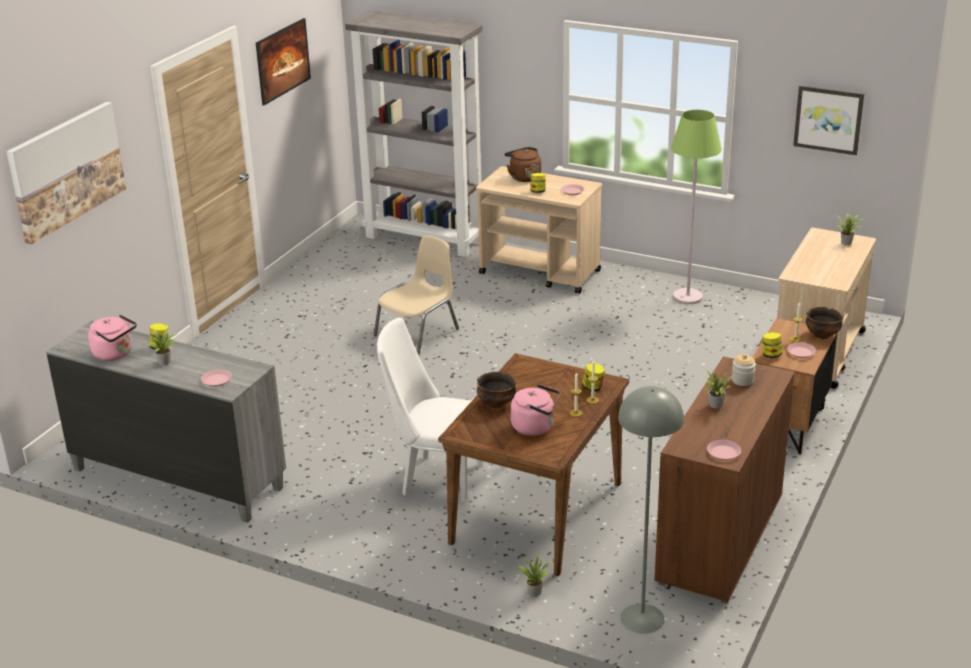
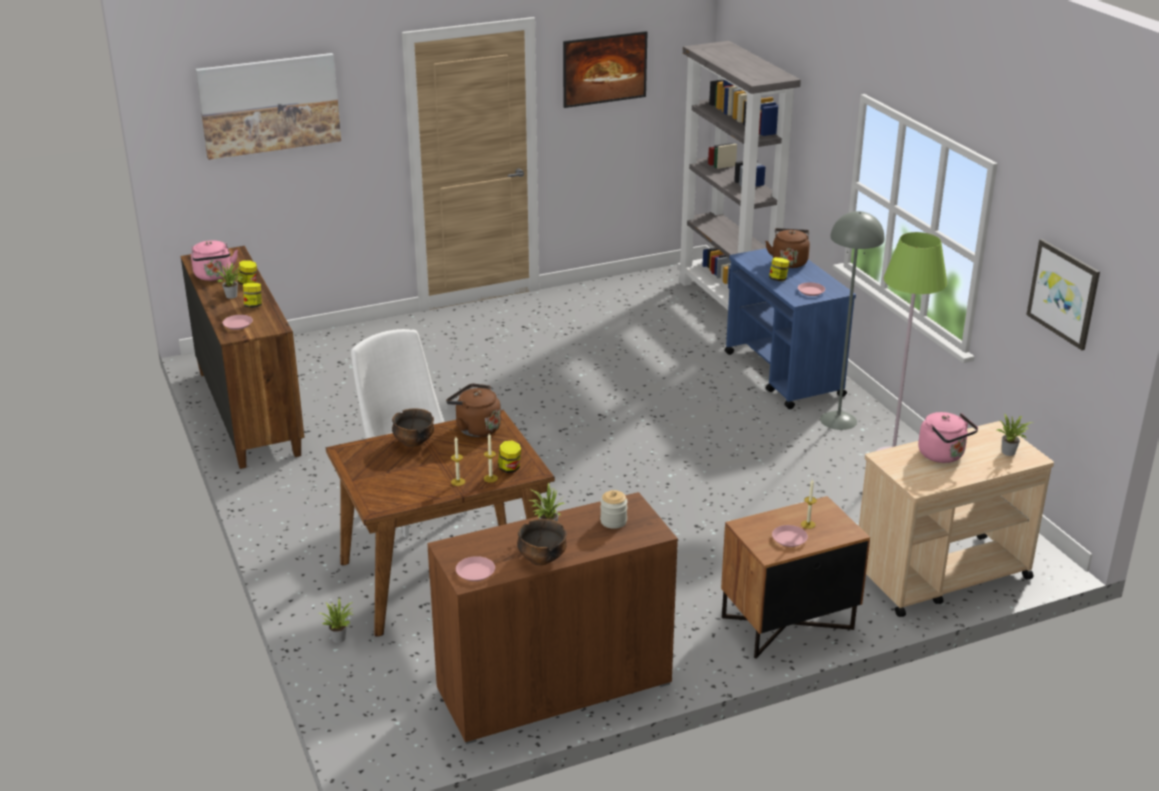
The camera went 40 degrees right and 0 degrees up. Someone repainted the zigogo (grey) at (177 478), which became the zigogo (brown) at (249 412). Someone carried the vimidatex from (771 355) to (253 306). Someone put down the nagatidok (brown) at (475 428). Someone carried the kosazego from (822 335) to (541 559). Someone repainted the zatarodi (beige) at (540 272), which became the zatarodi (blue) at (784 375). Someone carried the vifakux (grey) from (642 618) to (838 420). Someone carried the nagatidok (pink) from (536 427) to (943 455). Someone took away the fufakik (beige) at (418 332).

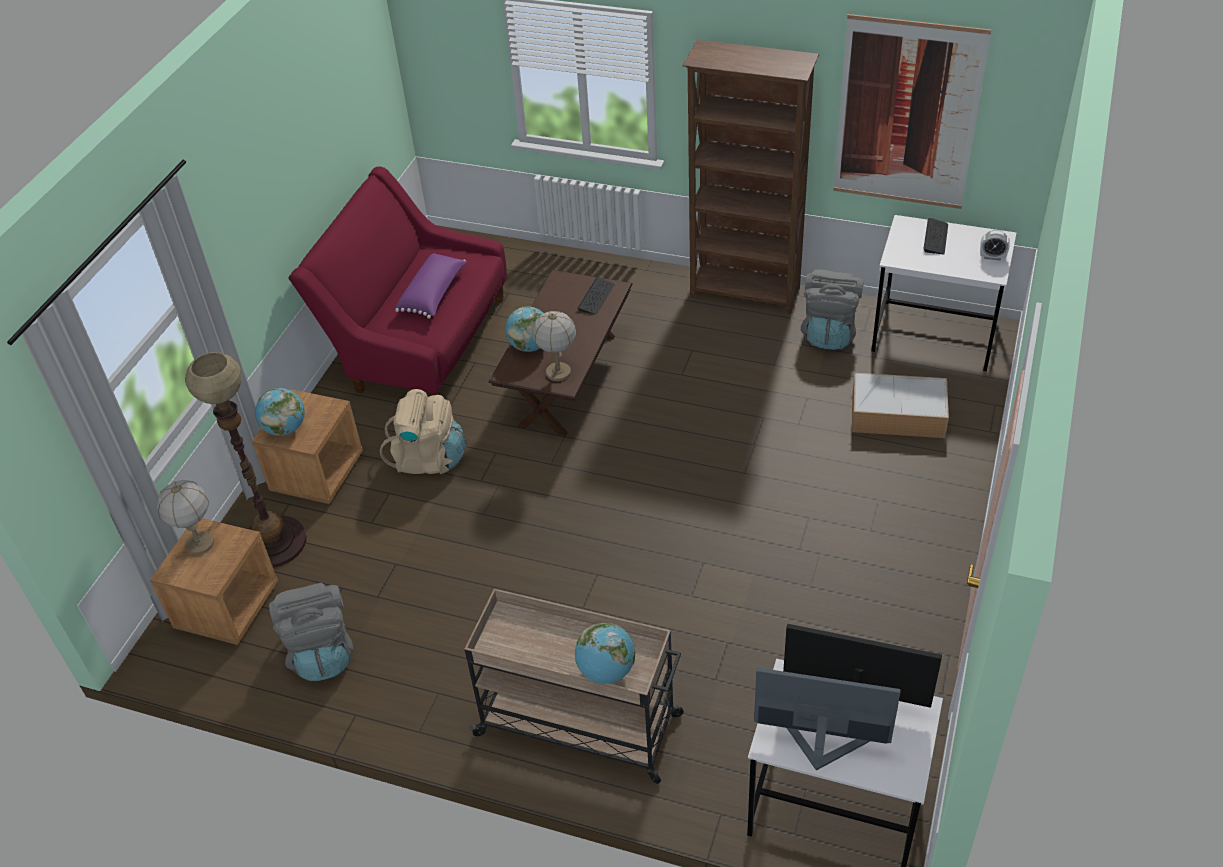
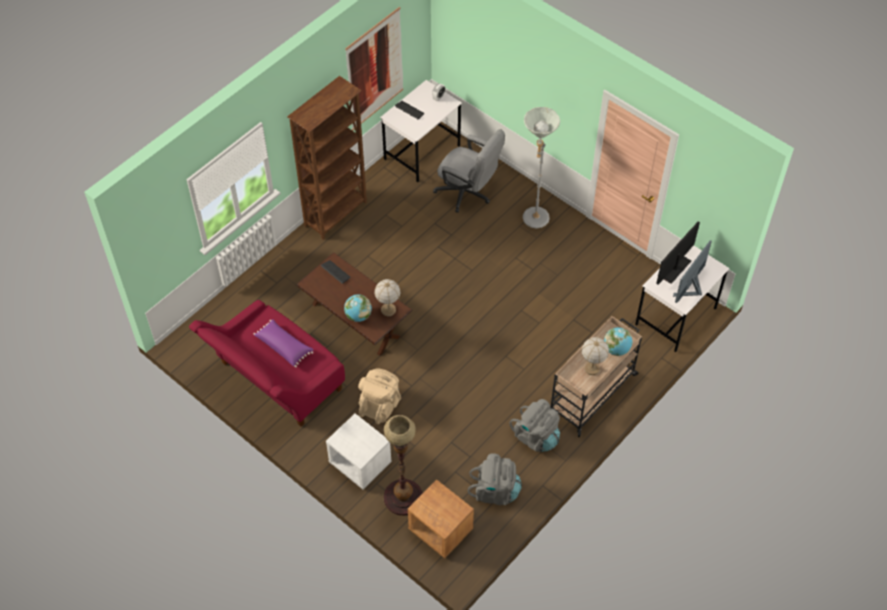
The camera went 70 degrees left and 10 degrees up. Someone repainted the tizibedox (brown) at (317 473), which became the tizibedox (white) at (360 463). Someone swapped the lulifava at (896 415) for the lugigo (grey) at (468 194). Someone carried the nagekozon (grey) from (829 333) to (536 436). Someone put down the vifakux (grey) at (533 222). Someone carried the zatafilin from (199 544) to (592 368). Someone took away the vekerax at (285 429).

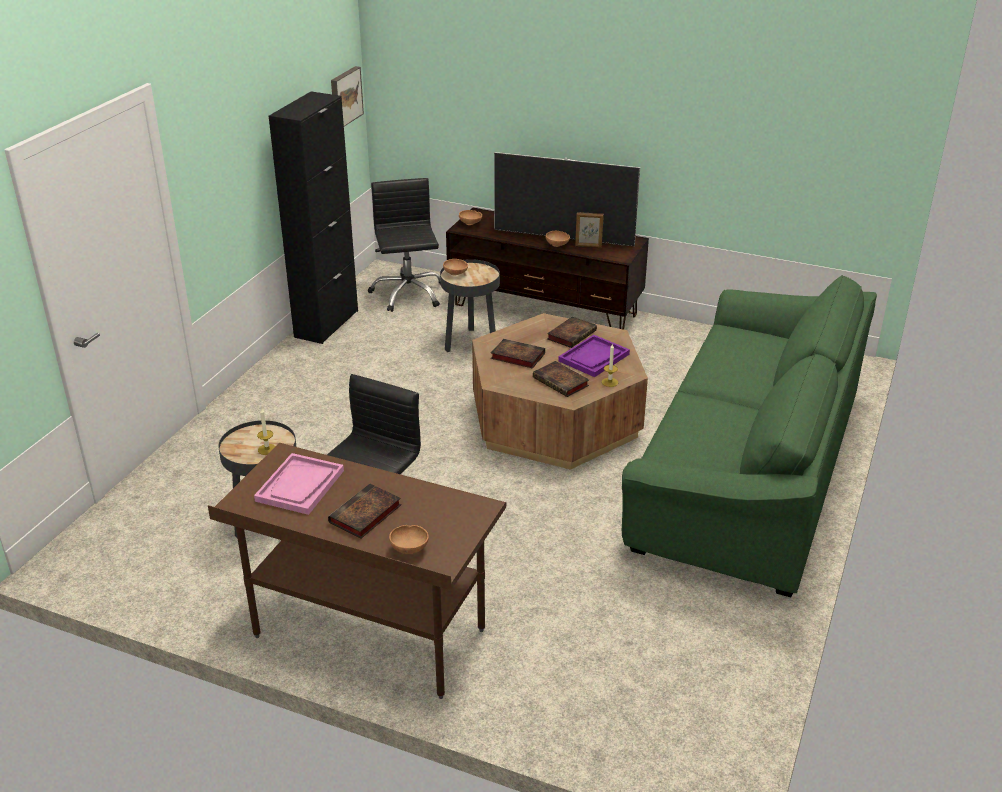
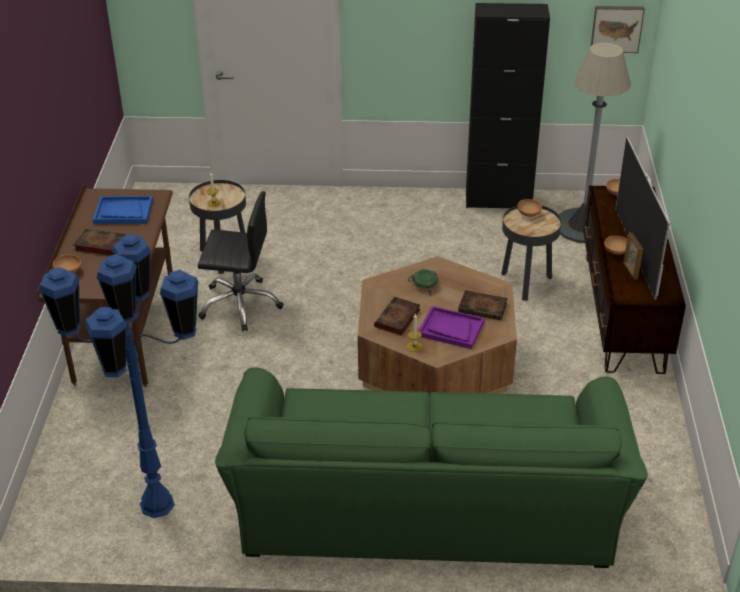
The camera went 70 degrees right and 5 degrees up. Someone put down the vifakux (blue) at (156 505). Someone repainted the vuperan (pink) at (300 486), which became the vuperan (blue) at (123 212). Someone swapped the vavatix at (516 356) for the kosazego (green) at (424 285). Someone swapped the lugigo (black) at (408 293) for the vifakux (grey) at (583 226).

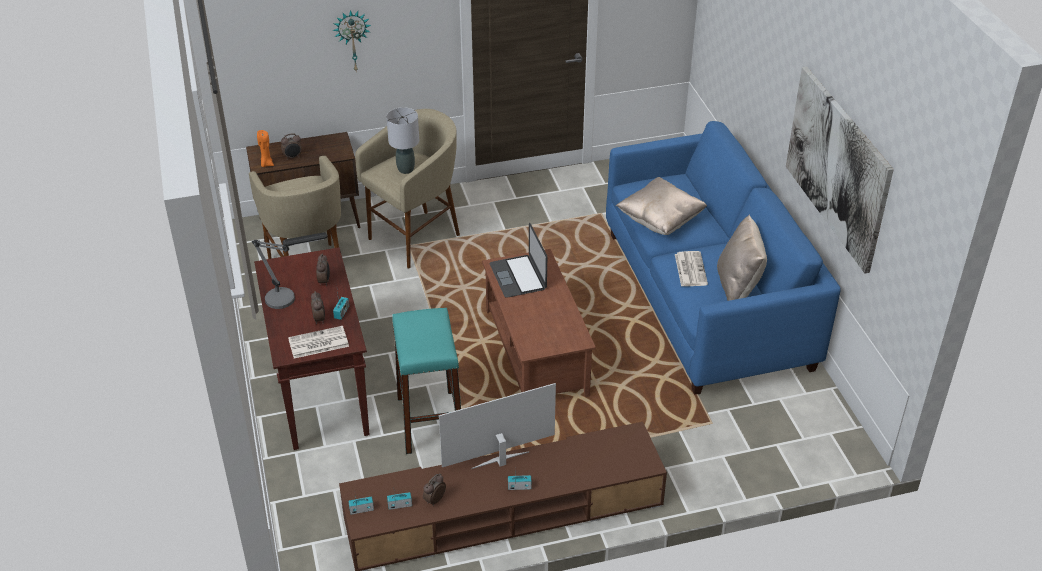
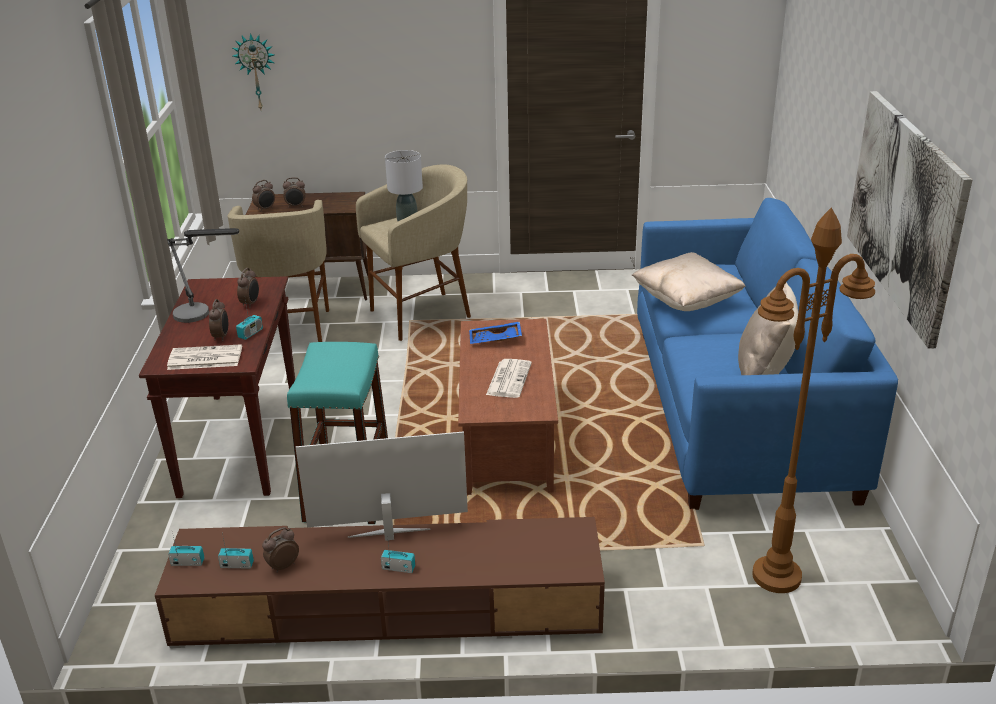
The camera went 15 degrees right and 10 degrees down. Someone carried the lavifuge from (352 40) to (256 71). Someone swapped the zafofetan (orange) at (266 164) for the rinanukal at (265 209). Someone swapped the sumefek at (518 276) for the vuperan (blue) at (495 340). Someone carried the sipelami from (690 269) to (508 378). Someone put down the vifakux (brown) at (776 576).

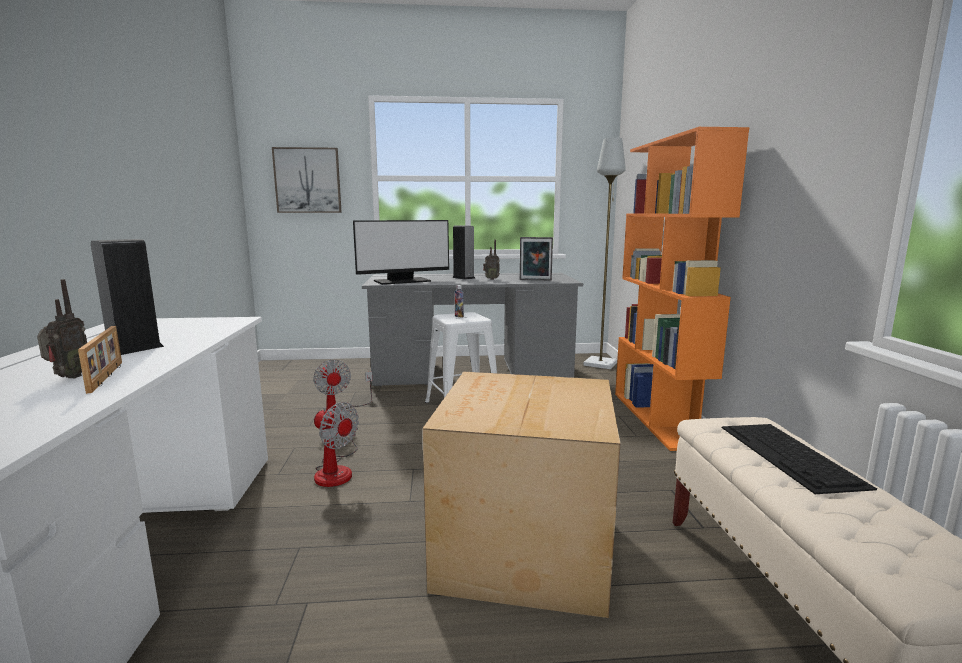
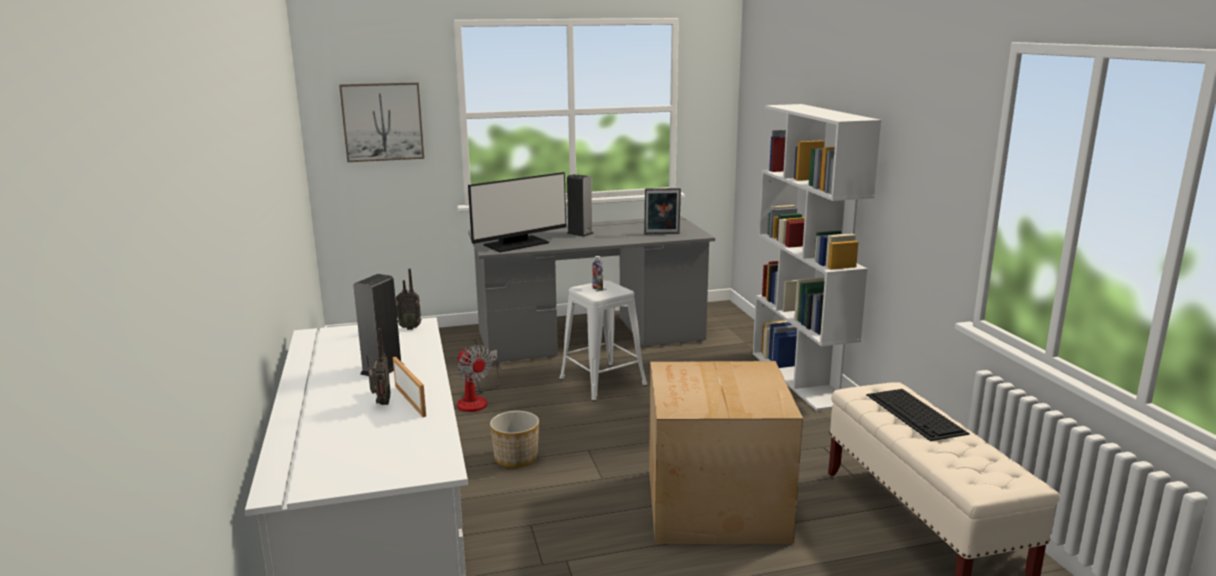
The camera went 10 degrees left and 5 degrees up. Someone carried the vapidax from (491 279) to (409 328). Someone swapped the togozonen at (336 470) for the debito at (515 458). Someone repainted the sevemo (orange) at (659 418), which became the sevemo (white) at (801 378). Someone took away the vifakux (grey) at (601 364).

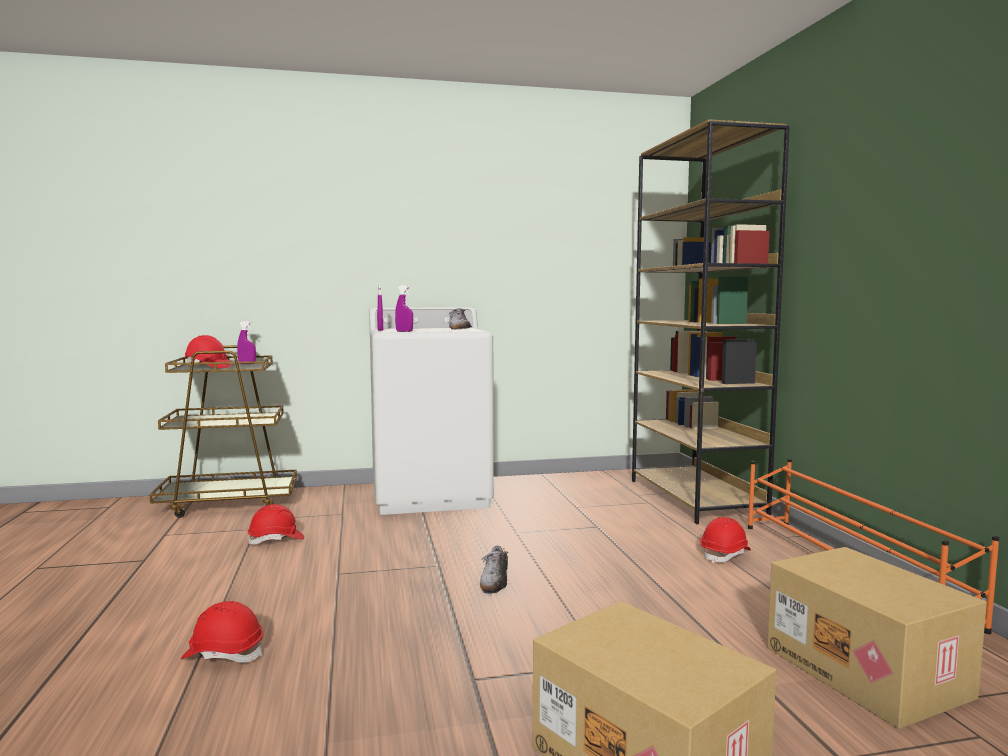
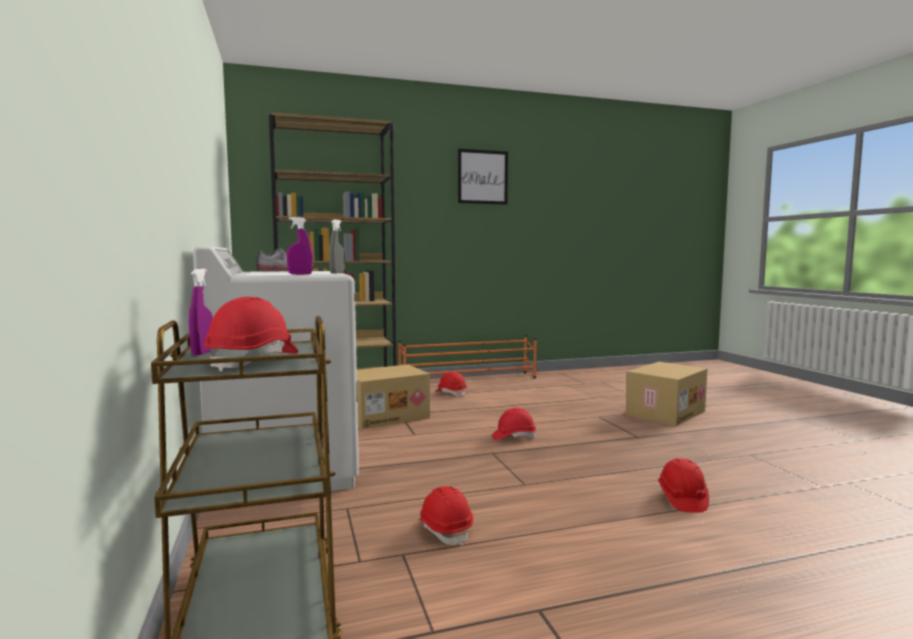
The camera went 95 degrees left and 0 degrees up. Someone repainted the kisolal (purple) at (404 331), which became the kisolal (grey) at (337 273). Someone carried the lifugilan from (868 672) to (386 416). Someone put up the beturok at (482 177). Someone swapped the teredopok at (494 581) for the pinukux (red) at (513 437).

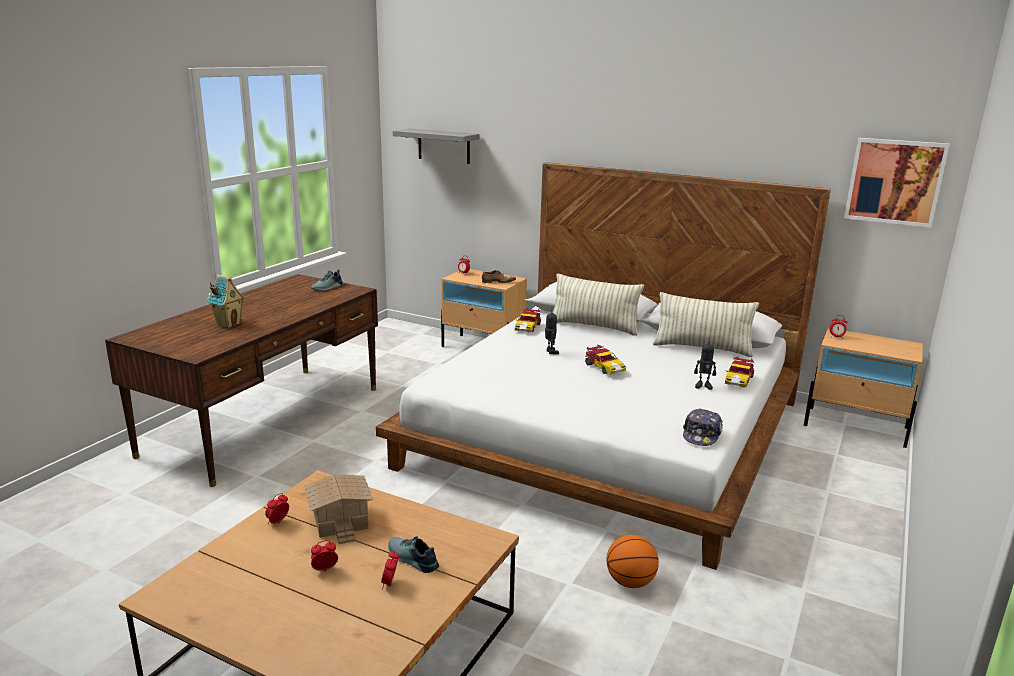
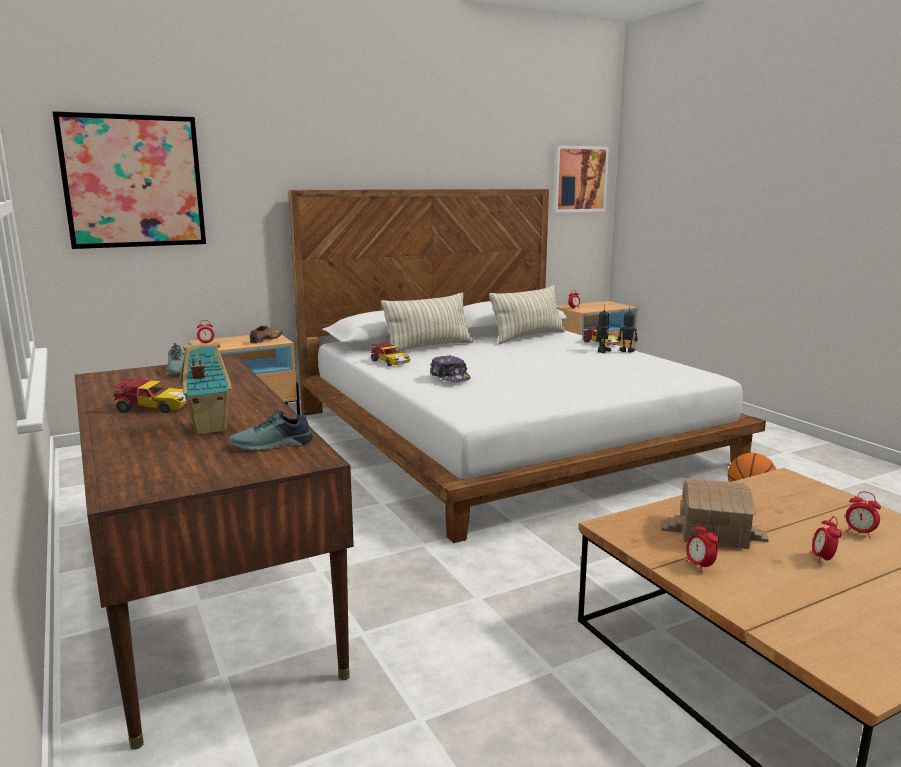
The camera went 55 degrees left and 5 degrees down. Someone swapped the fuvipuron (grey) at (444 146) for the beturok at (133 181). Someone carried the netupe from (604 367) to (152 407). Someone carried the teredopok from (411 560) to (272 445). Someone carried the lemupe from (702 435) to (450 377). Someone carried the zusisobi from (550 352) to (626 351).

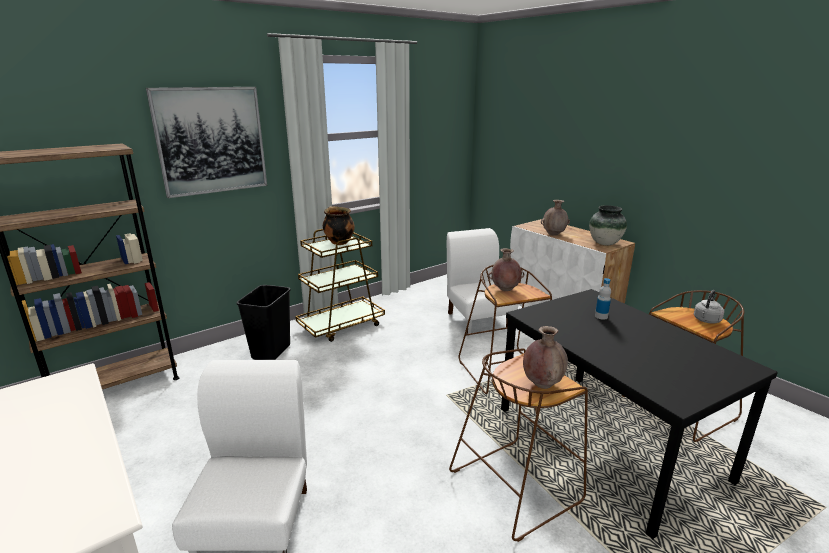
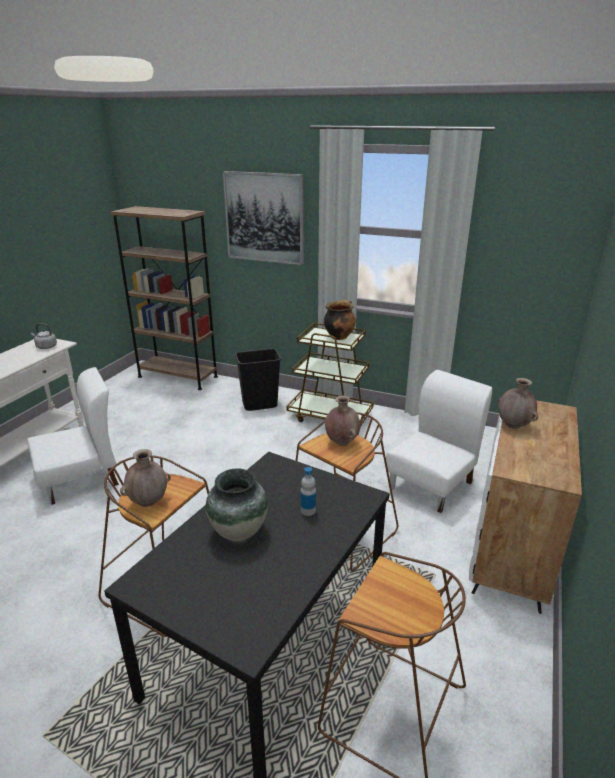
The camera went 60 degrees right and 5 degrees up. Someone carried the nagatidok (grey) from (706 320) to (45 347). Someone carried the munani from (605 243) to (238 532).

